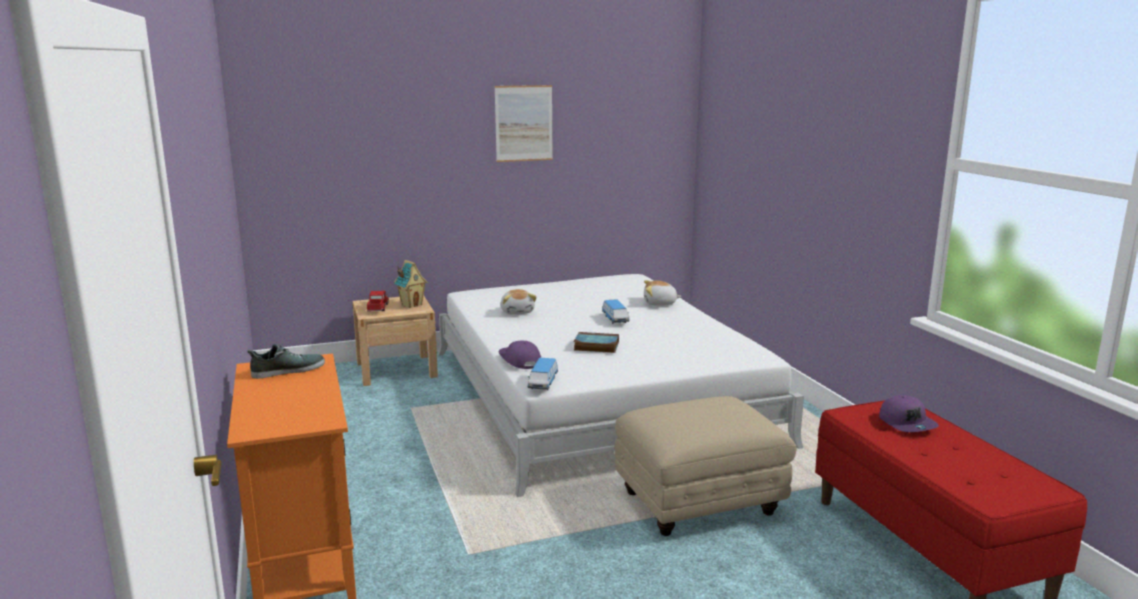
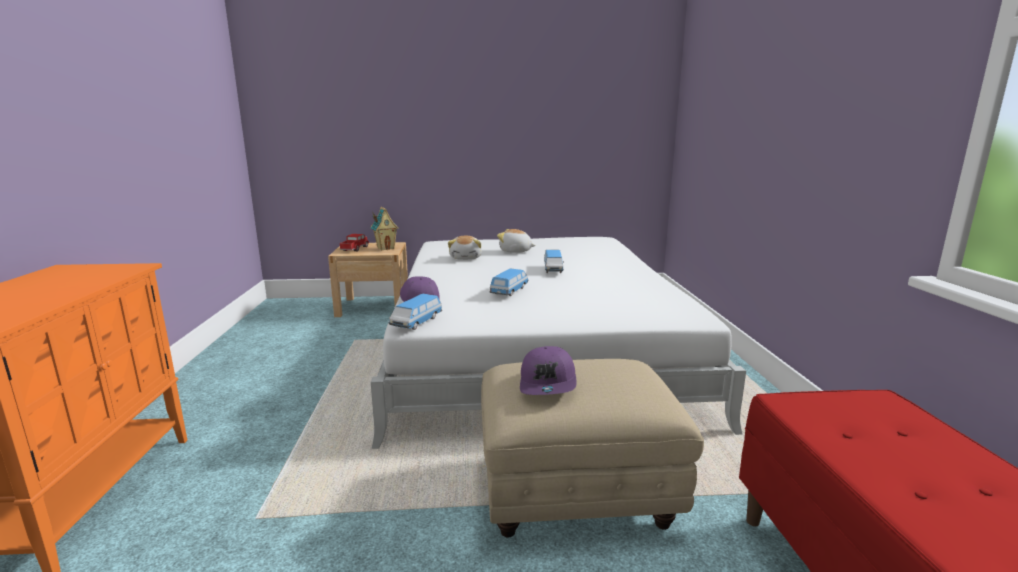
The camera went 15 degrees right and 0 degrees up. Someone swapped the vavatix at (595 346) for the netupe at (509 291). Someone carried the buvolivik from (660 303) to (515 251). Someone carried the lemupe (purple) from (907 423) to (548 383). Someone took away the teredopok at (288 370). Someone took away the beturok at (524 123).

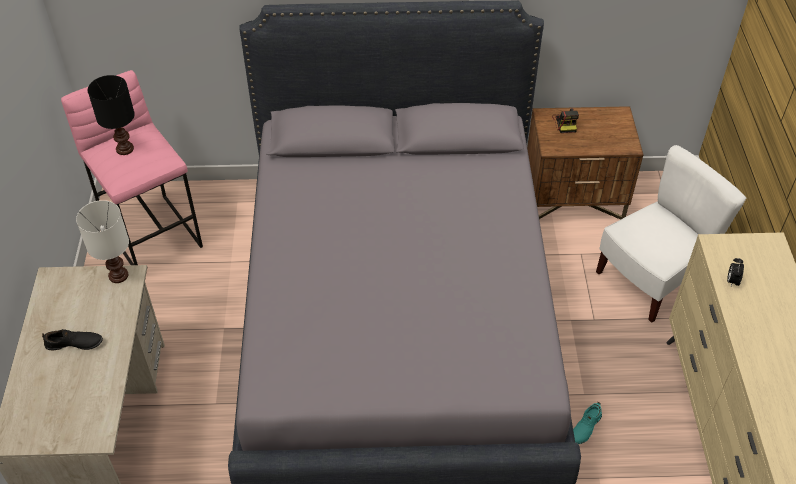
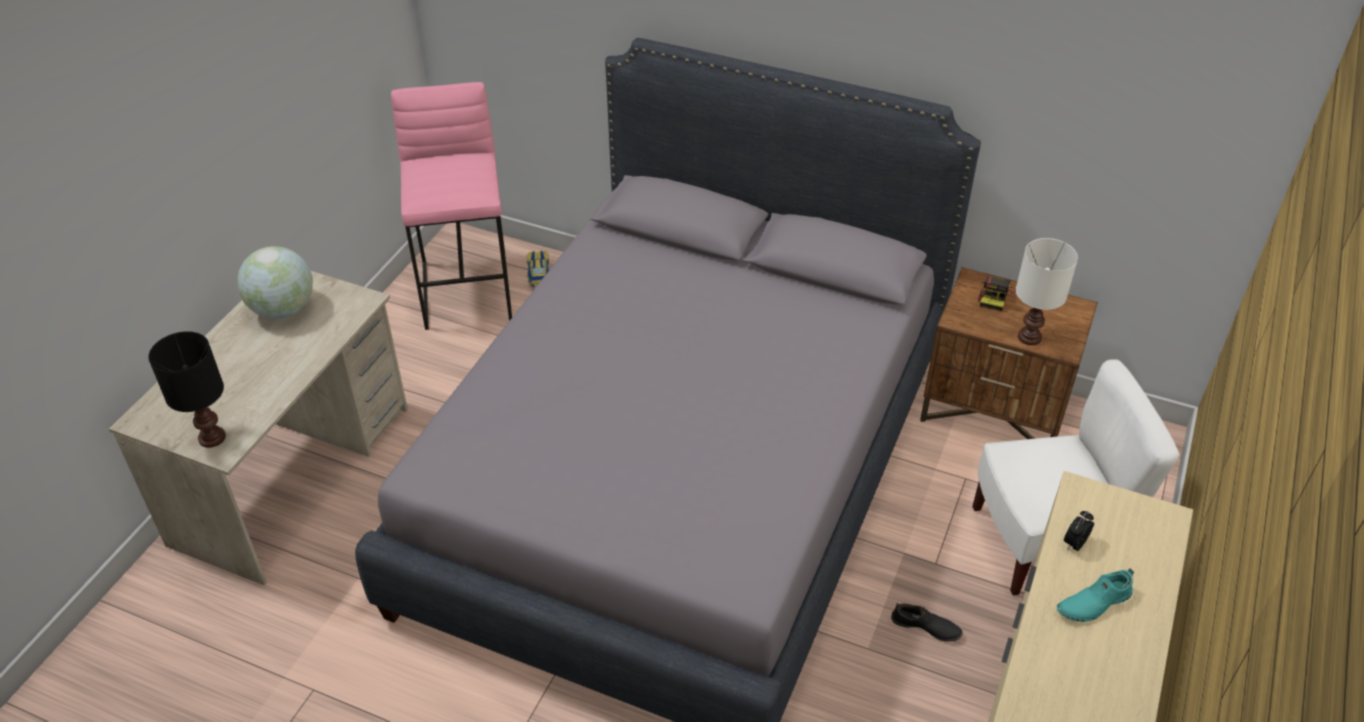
The camera went 25 degrees right and 5 degrees down. Someone carried the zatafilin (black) from (125 149) to (212 438). Someone put down the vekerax at (283 309). Someone put down the netupe at (538 272). Someone carried the teredopok (black) from (74 344) to (925 627). Someone carried the zatafilin (white) from (118 275) to (1029 336). Someone carried the teredopok (turquoise) from (584 428) to (1093 603).

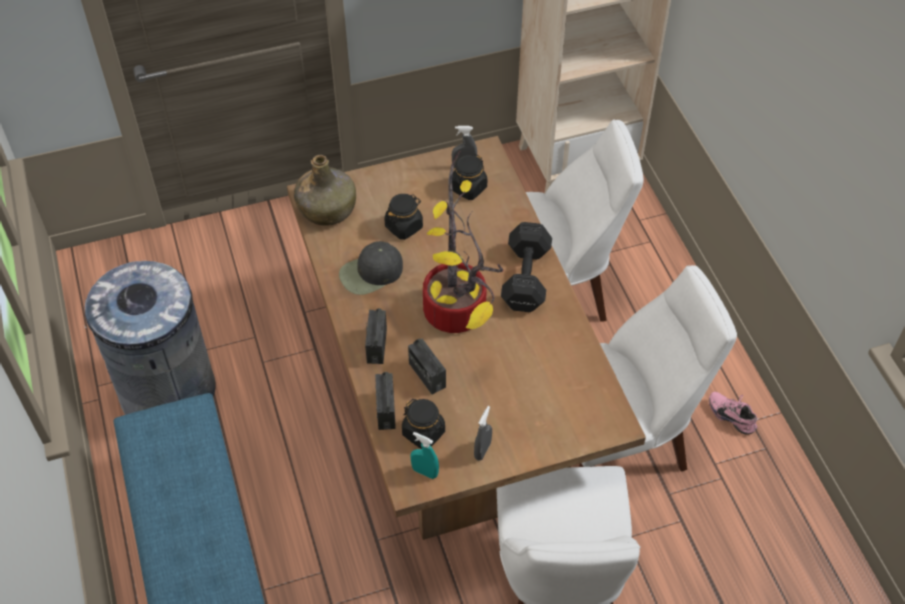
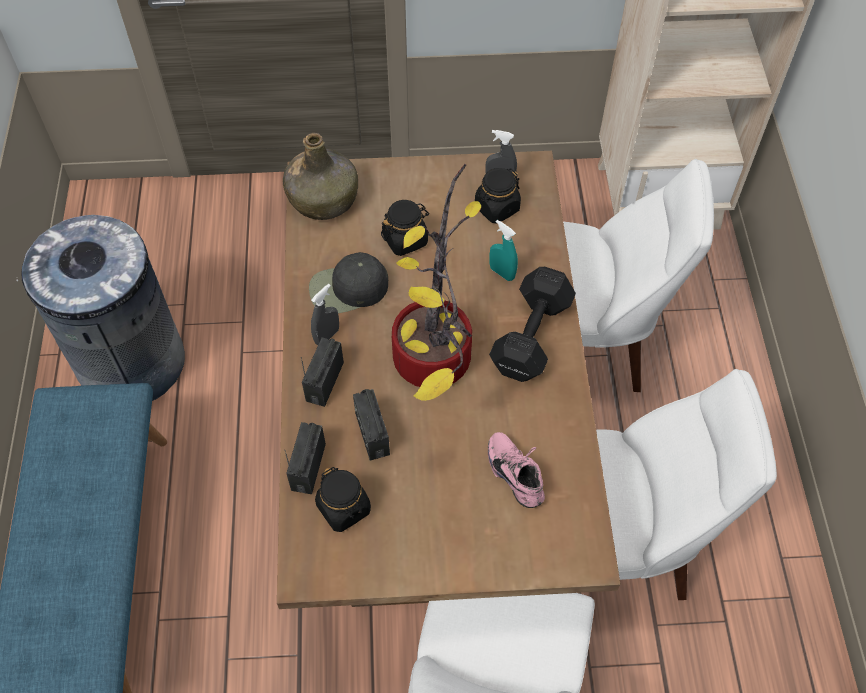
The camera went 15 degrees right and 5 degrees up. Someone carried the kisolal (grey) from (482 450) to (327 336). Someone carried the teredopok (pink) from (732 415) to (517 473). Someone carried the kisolal (turquoise) from (425 472) to (502 273).

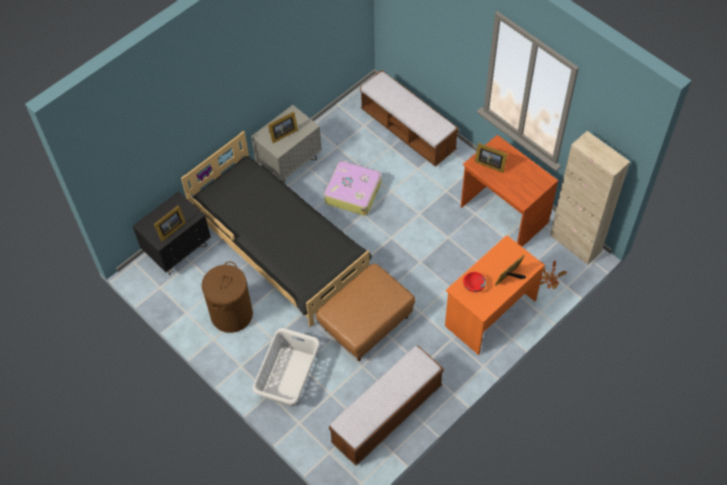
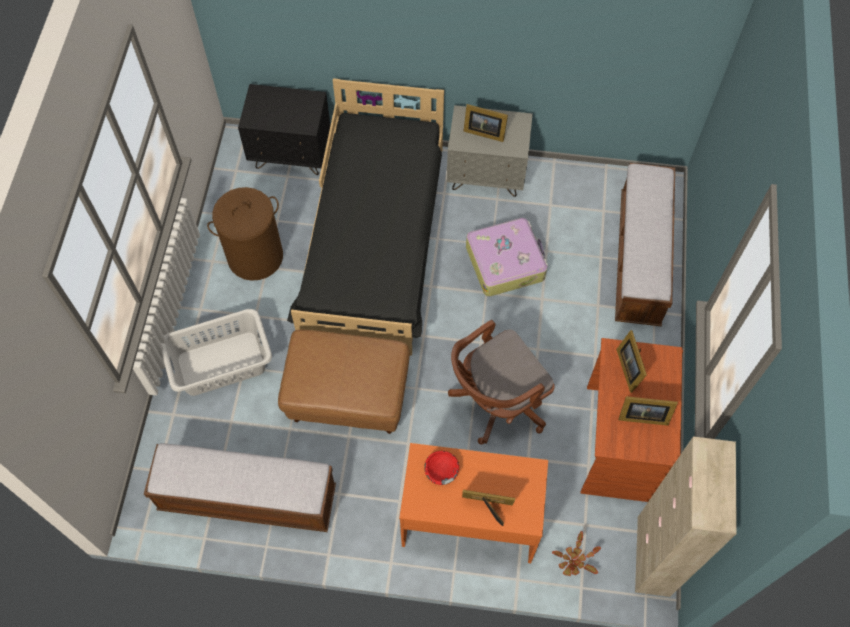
The camera went 50 degrees right and 5 degrees up. Someone put down the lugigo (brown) at (495 402). Someone carried the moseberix from (170 230) to (641 415).

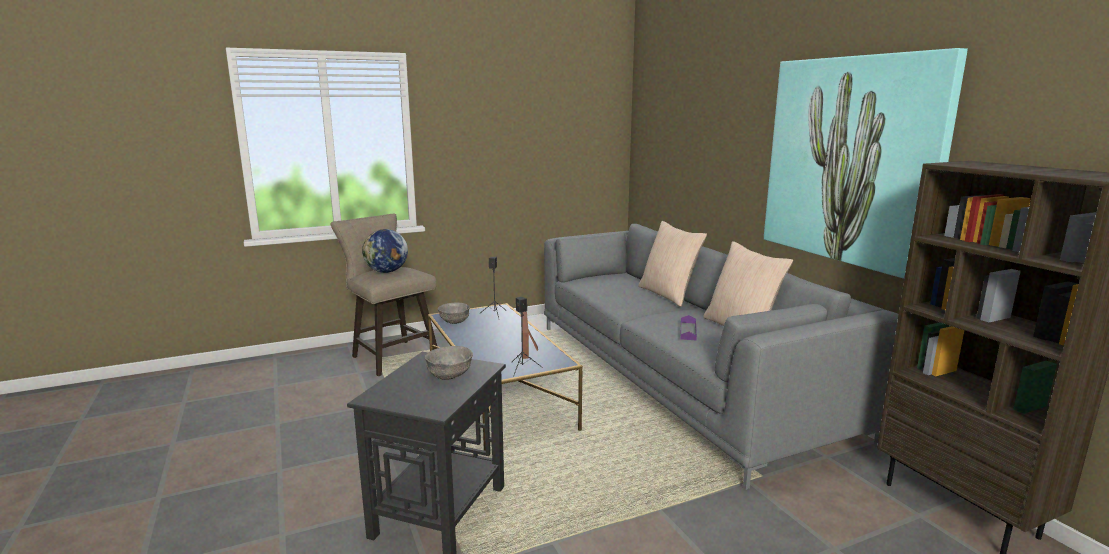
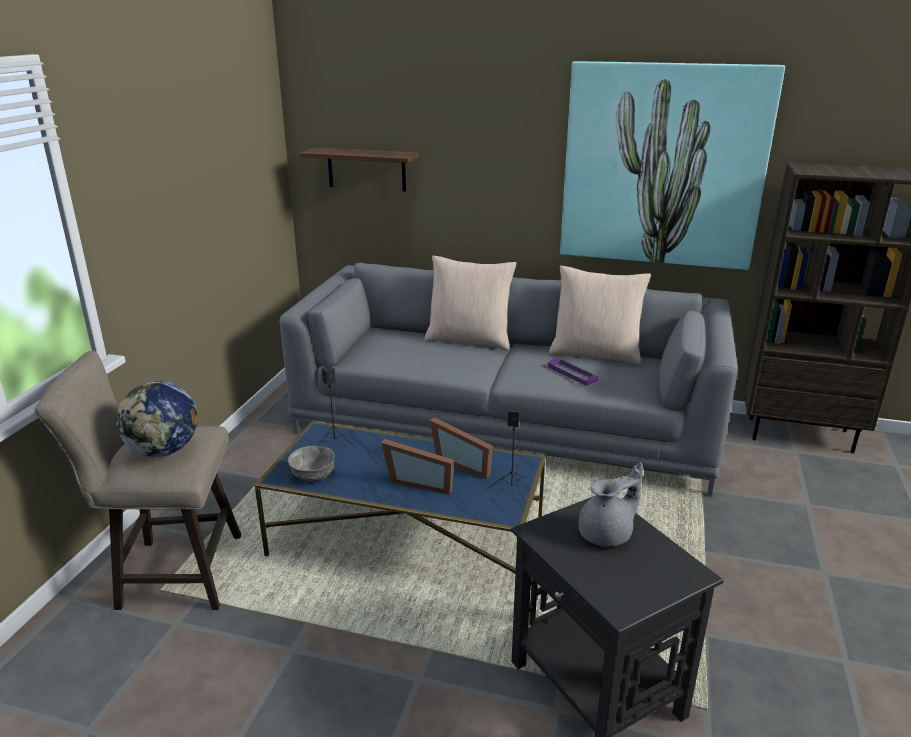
The camera went 50 degrees left and 10 degrees up. Someone put up the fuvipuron at (366 169). Someone put down the moseberix at (420 482). Someone swapped the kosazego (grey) at (450 375) for the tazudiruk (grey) at (607 534).

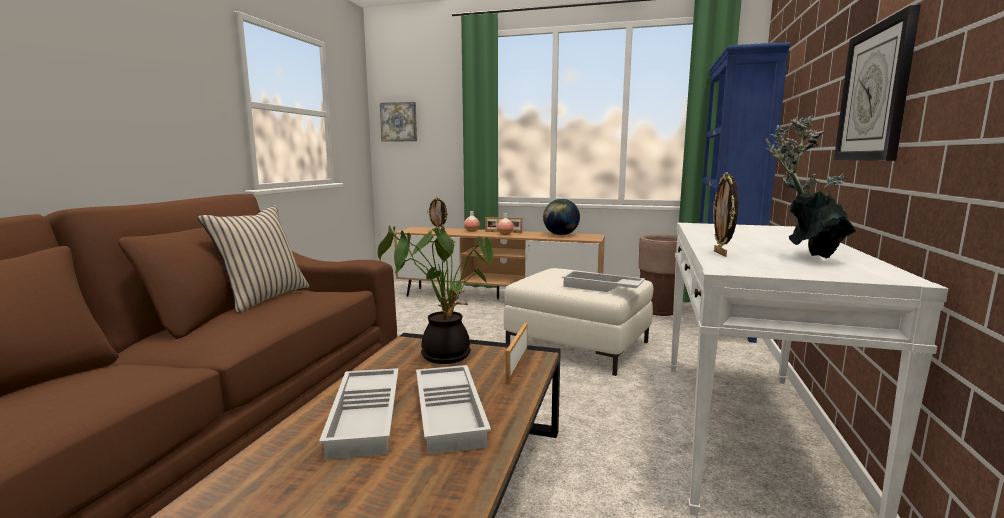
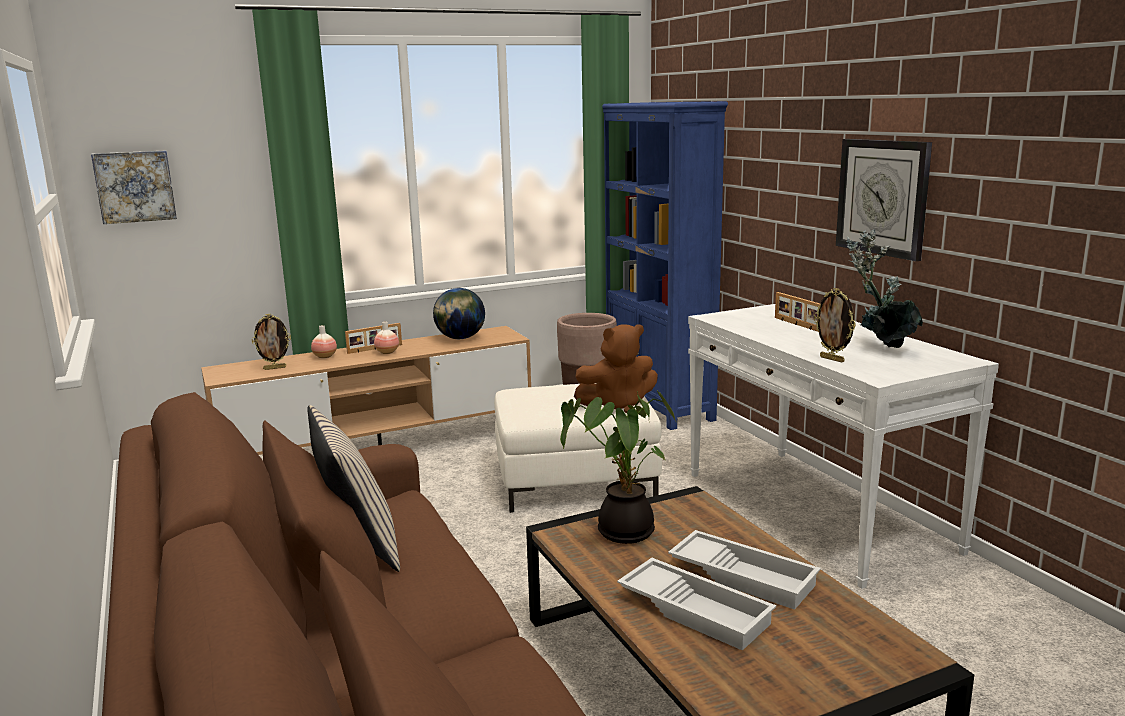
The camera went 40 degrees left and 5 degrees up. Someone swapped the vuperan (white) at (601 288) for the buvolivik (brown) at (617 405). Someone carried the moseberix from (516 366) to (796 324).

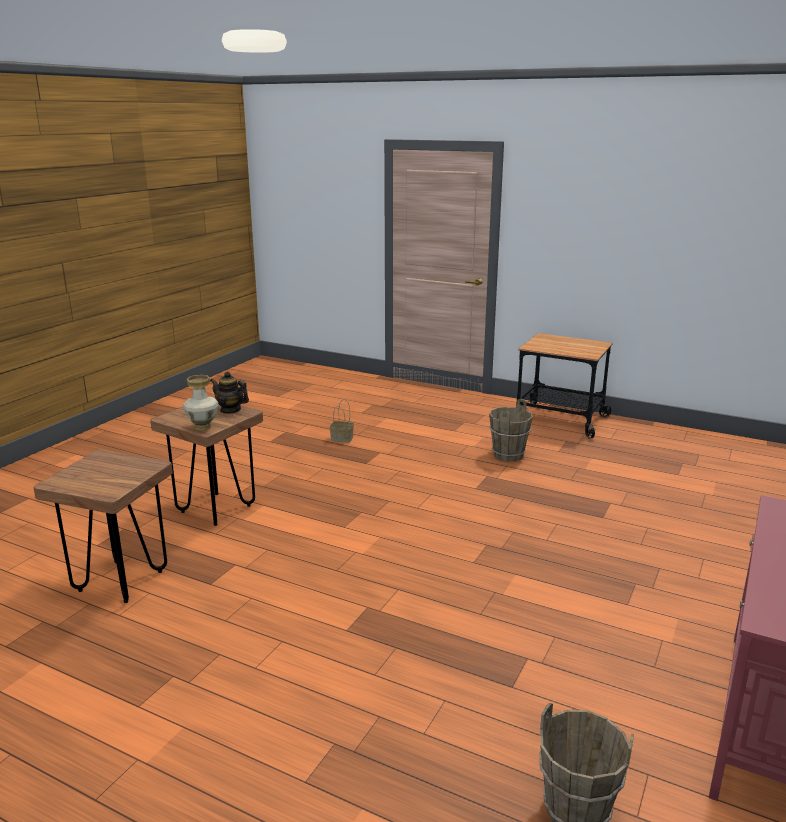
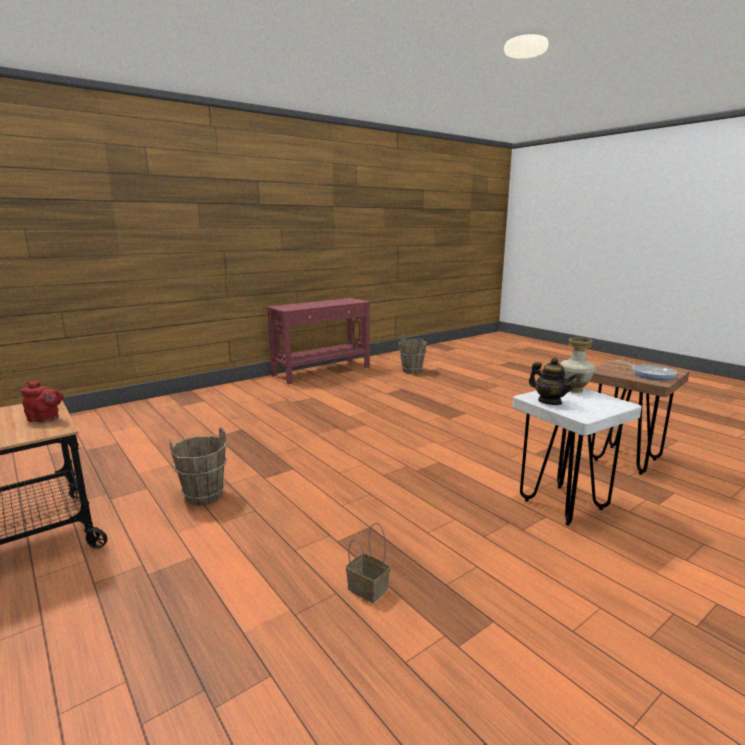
The camera went 155 degrees left and 5 degrees down. Someone put down the tazudiruk (red) at (46 419). Someone repainted the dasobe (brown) at (216 509), which became the dasobe (white) at (563 504). Someone put down the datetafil at (650 374).

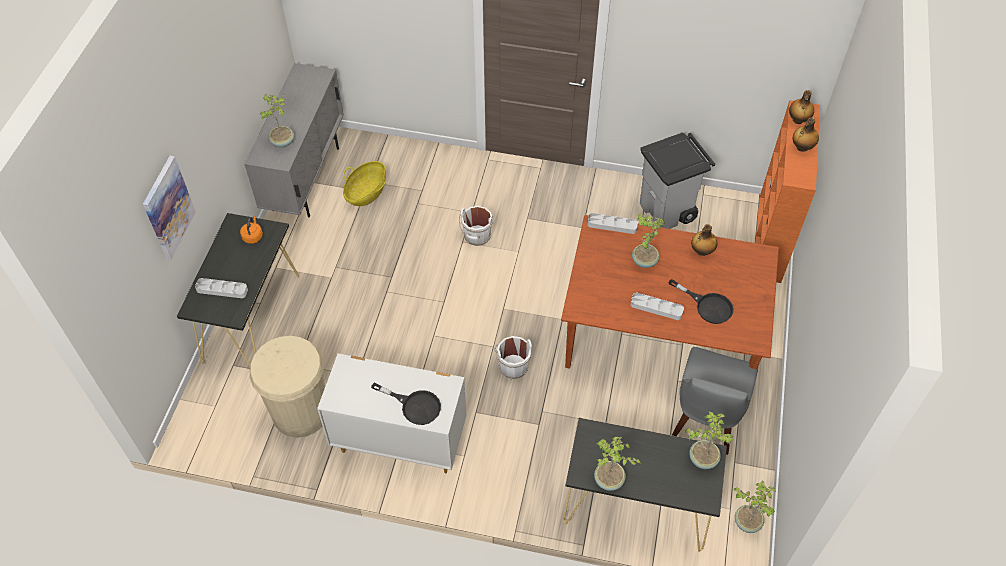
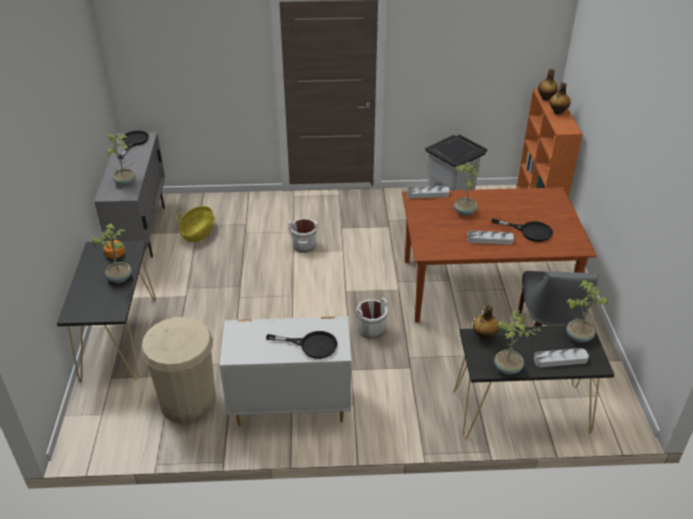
The camera went 15 degrees left and 15 degrees down. Someone carried the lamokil from (747 521) to (120 278). Someone put down the datetafil (black) at (133 142). Someone carried the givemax from (701 251) to (483 336). Someone carried the vuperan (grey) from (222 290) to (560 360). Someone took away the beturok at (168 207).

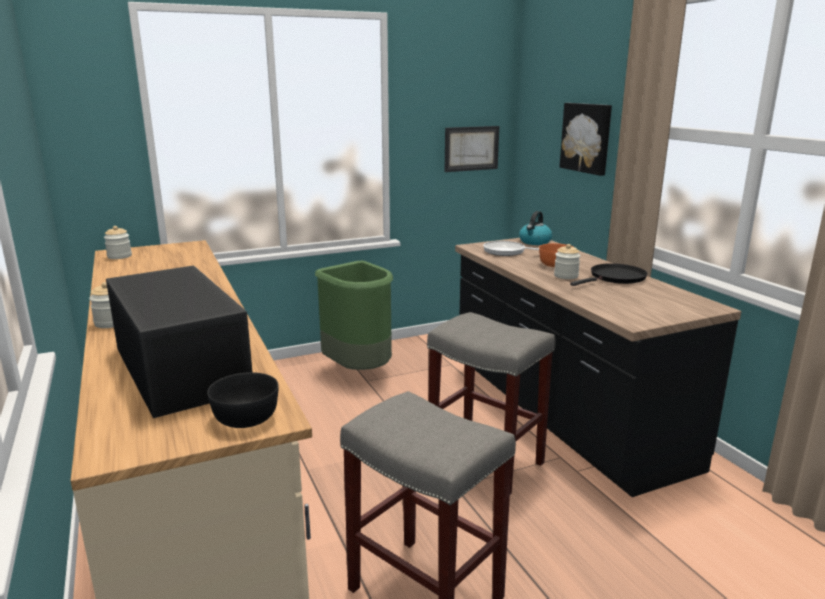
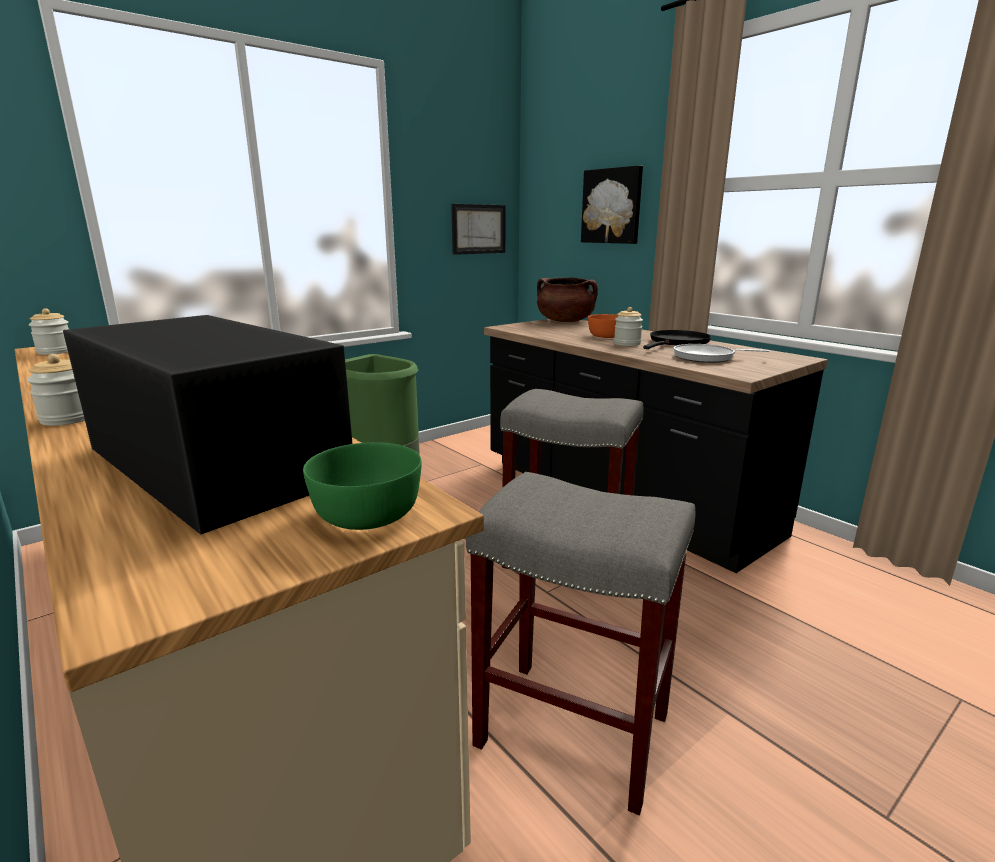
The camera went 15 degrees left and 0 degrees up. Someone repainted the kosazego (black) at (245 417), which became the kosazego (green) at (365 513). Someone swapped the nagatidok at (535 242) for the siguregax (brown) at (565 321). Someone carried the datetafil from (506 251) to (707 357).

